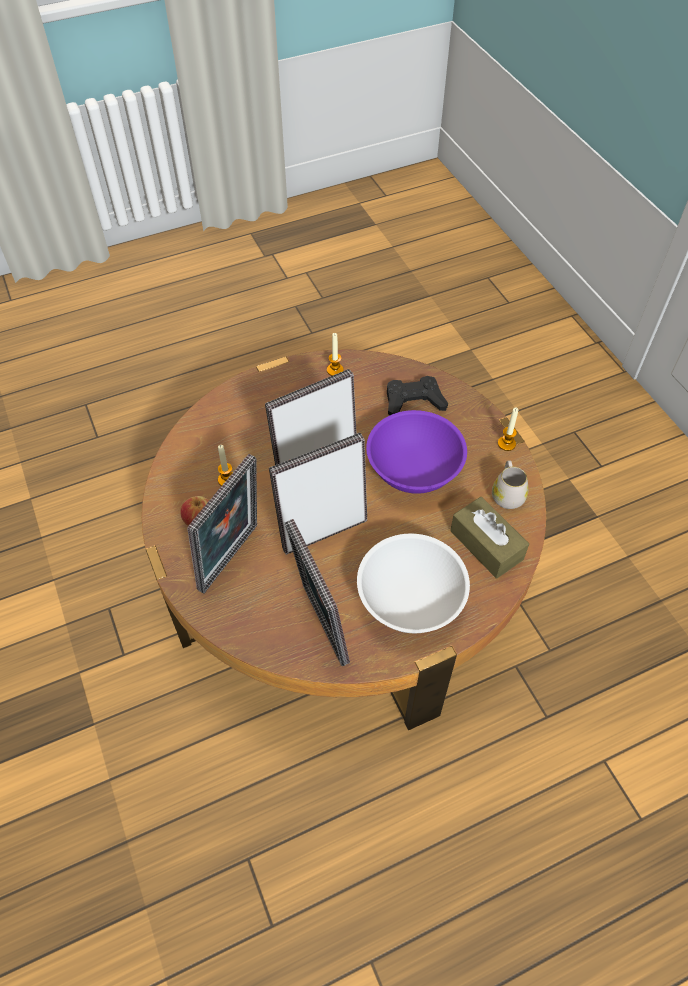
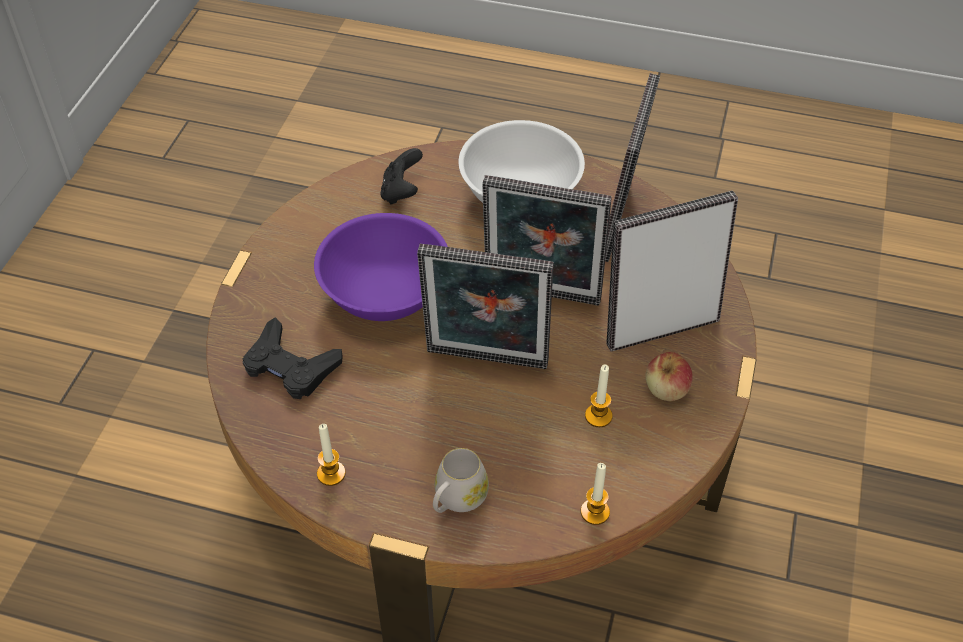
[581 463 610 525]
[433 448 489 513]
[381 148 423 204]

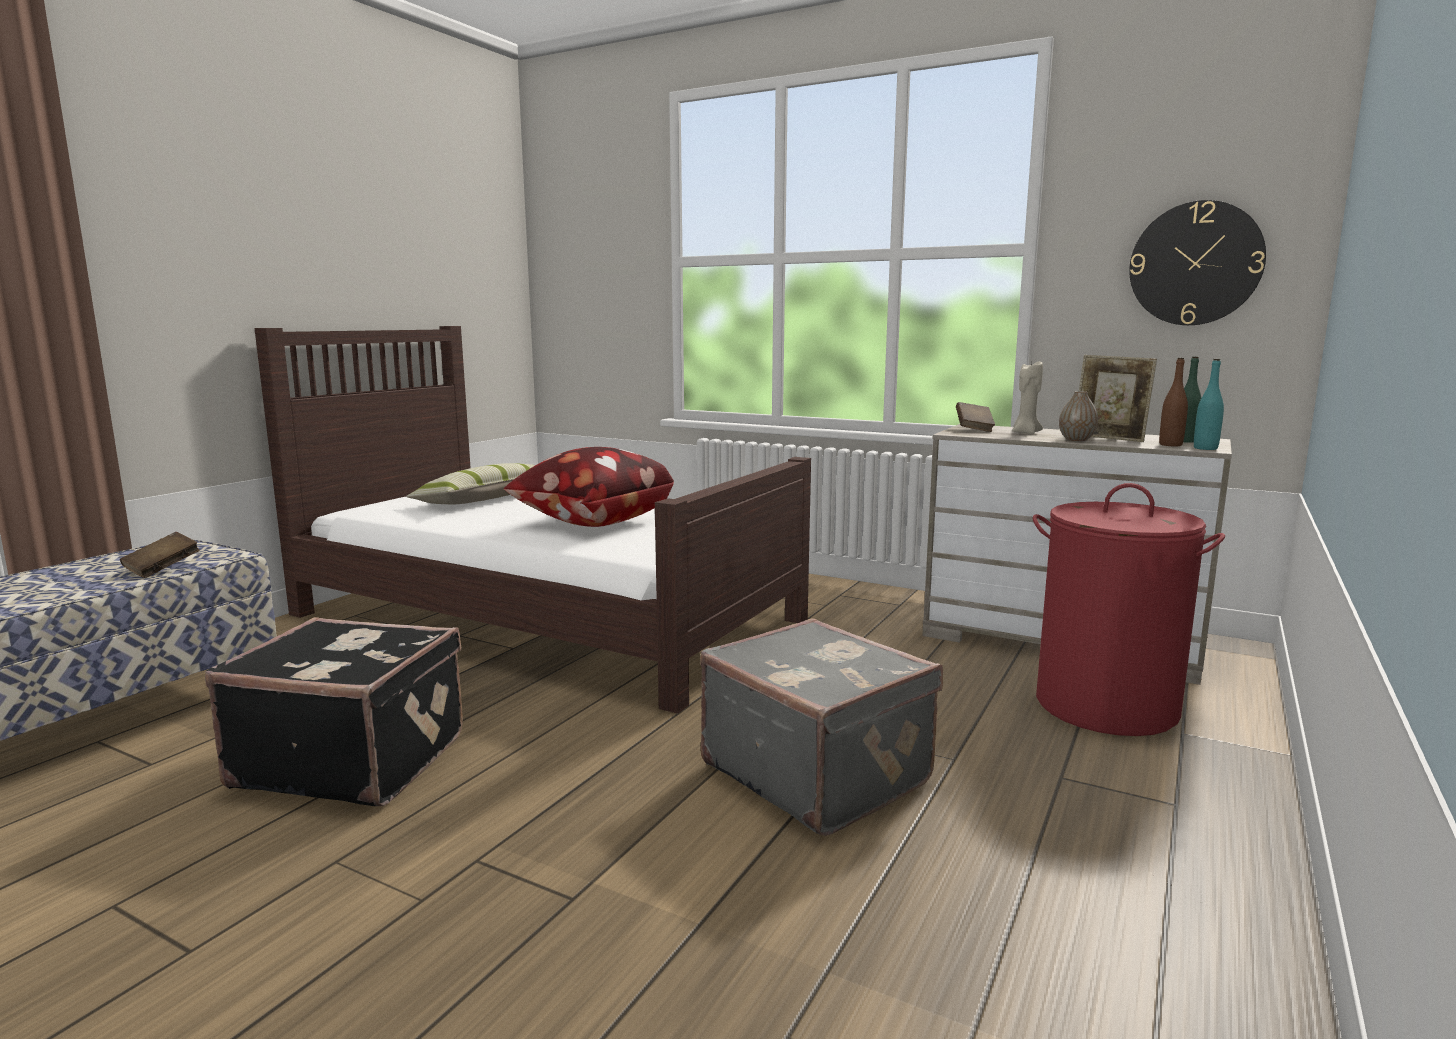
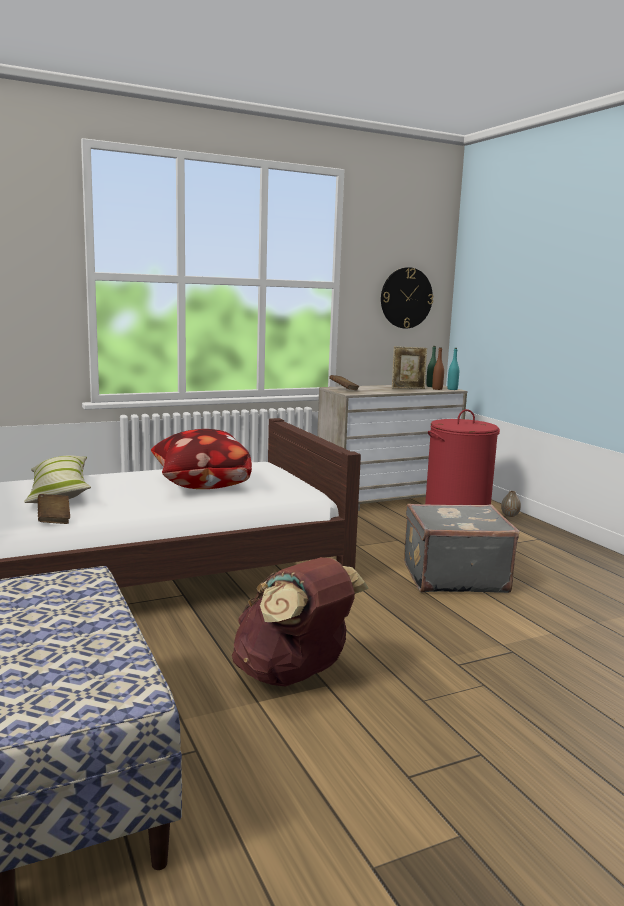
[1012 362 1043 434] (first image)
[501 491 521 517]
[38 494 70 524]
[232 557 369 687]

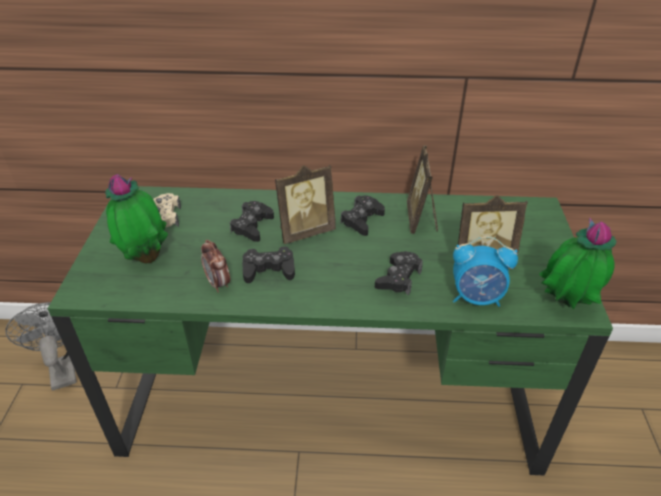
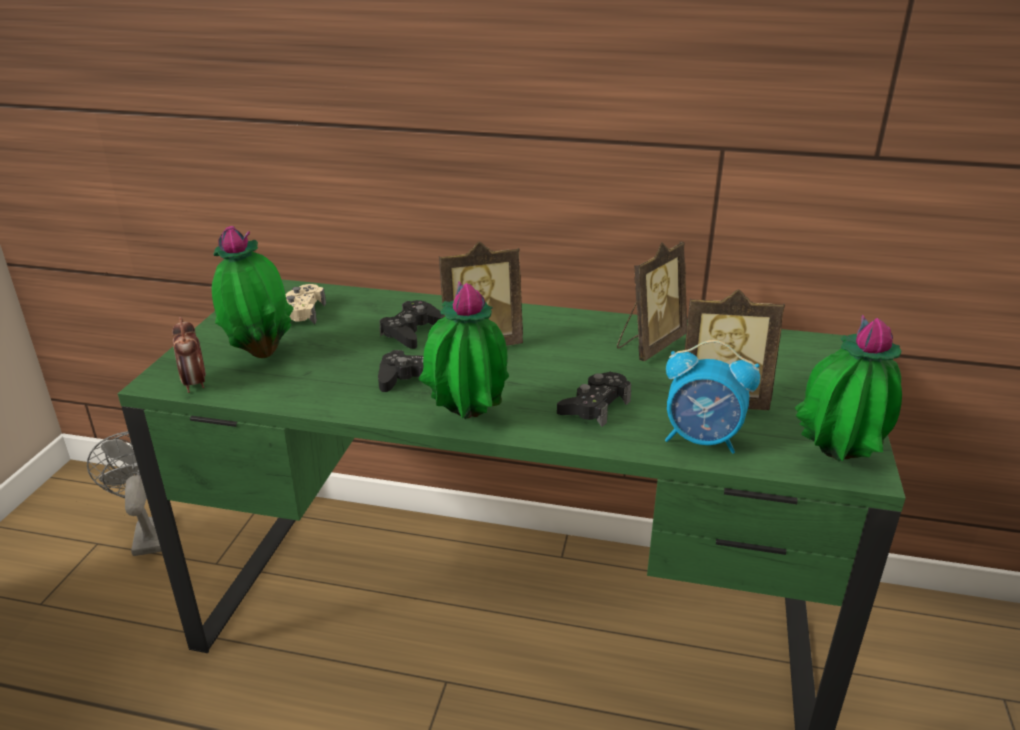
[617 242 687 361]
[340 195 385 236] (first image)
[173 317 206 393]
[419 282 509 420]

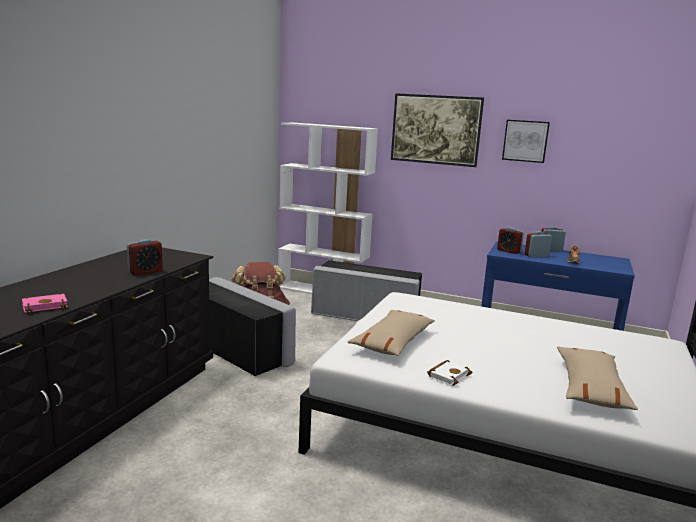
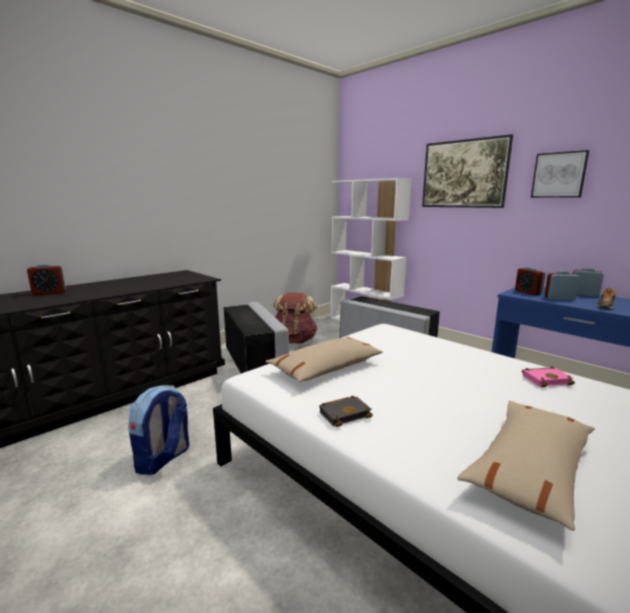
[27 263 66 295]
[522 366 575 387]
[319 396 373 427]
[128 385 189 475]

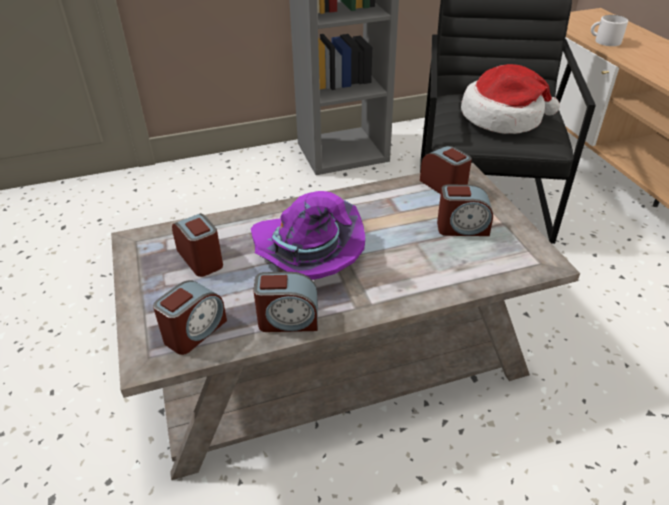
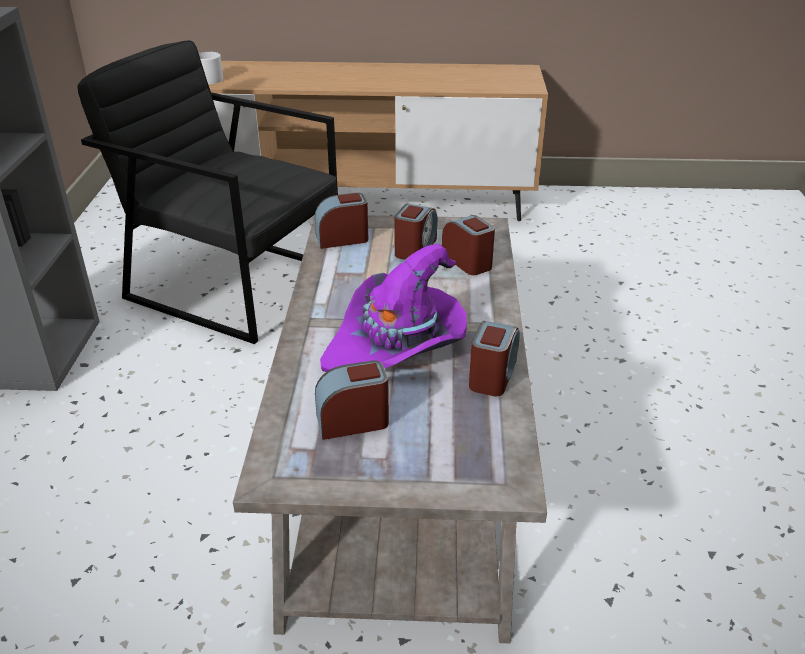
[461 64 560 134] (first image)
[442 215 495 275]

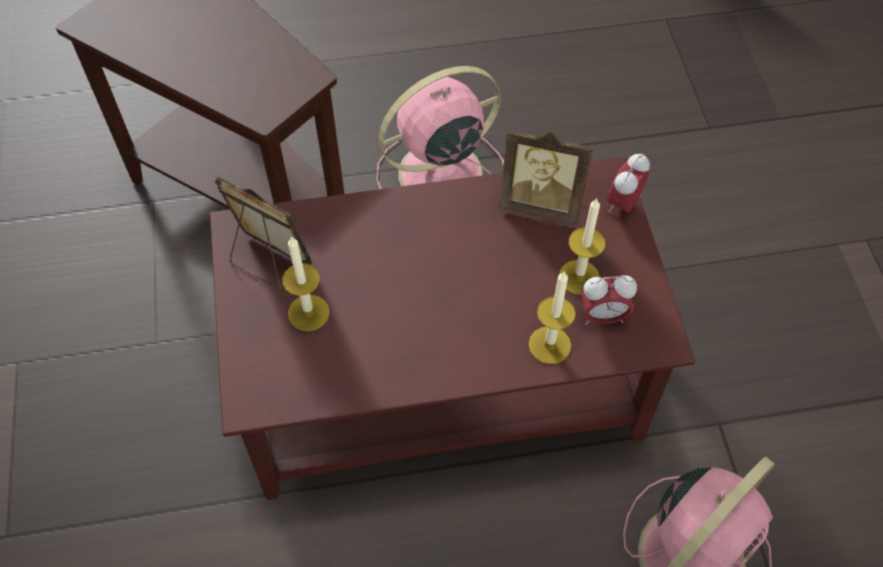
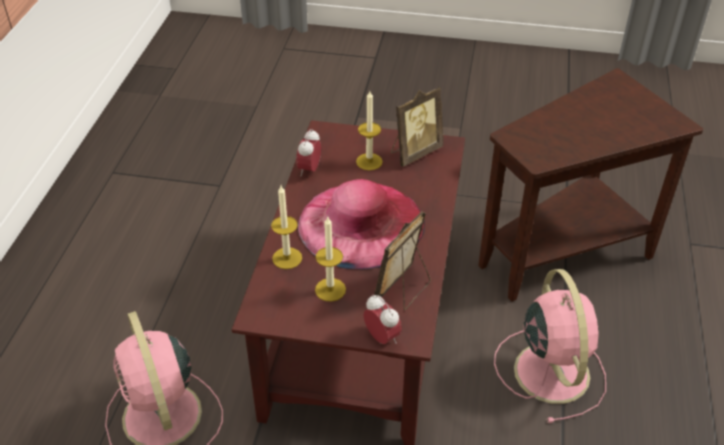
[296 129 321 176]
[298 179 425 269]

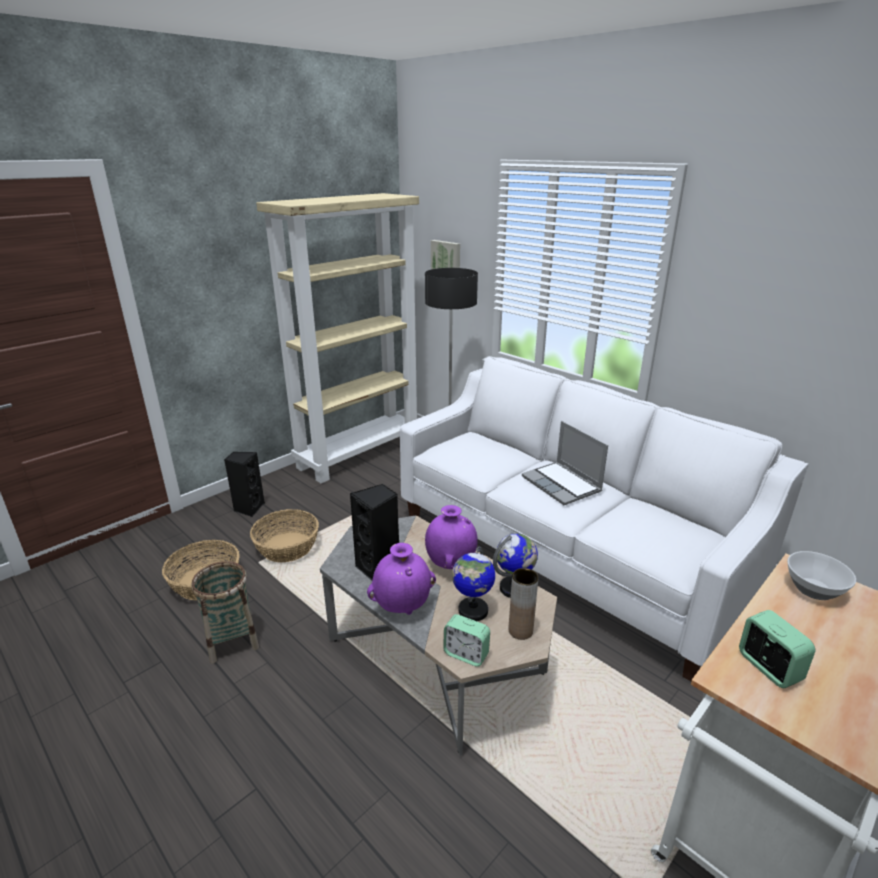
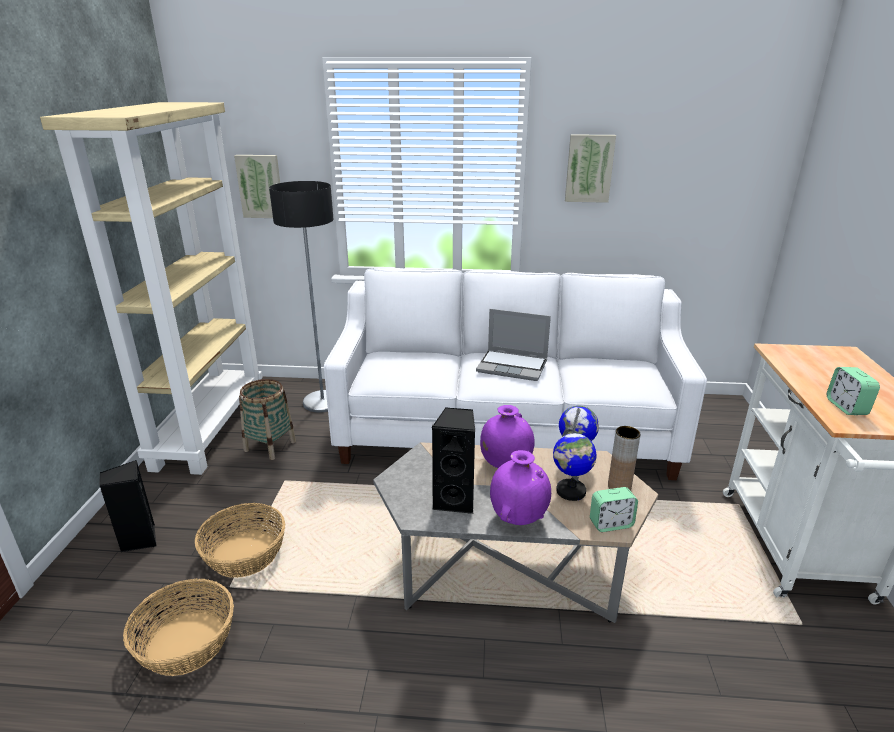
[787 551 856 600] (first image)
[239 379 296 460]
[827 367 880 415]
[565 134 616 203]

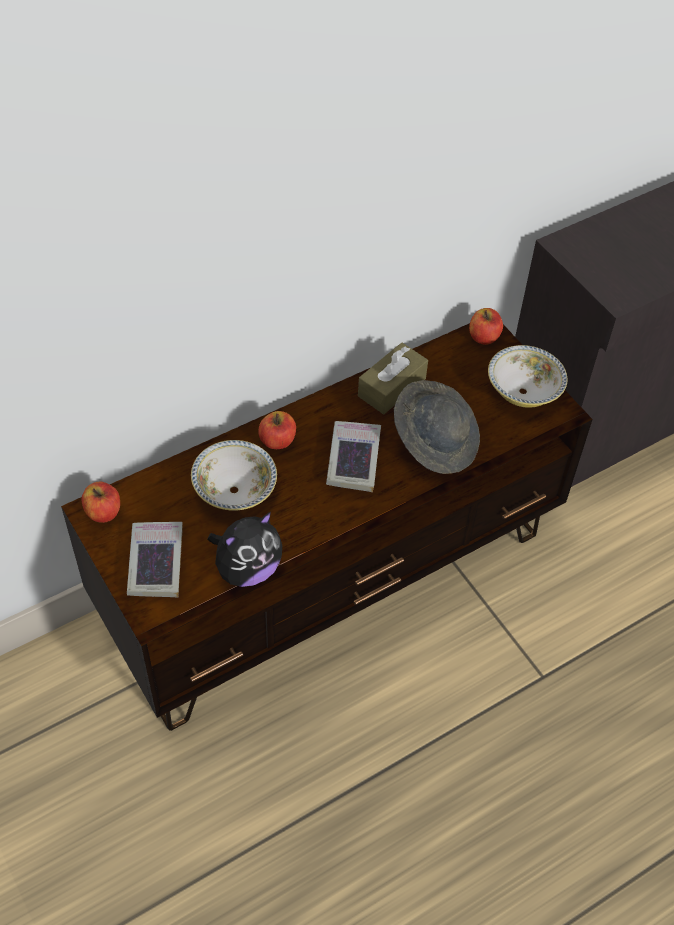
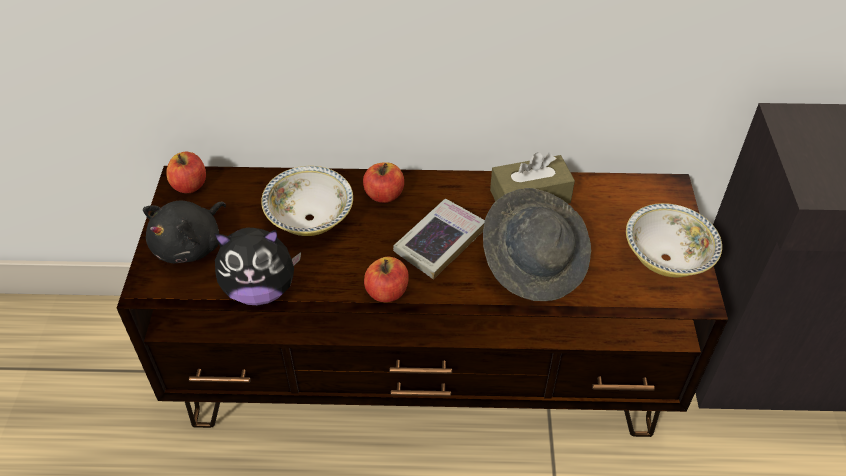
[364 257 409 302]
[143 201 226 263]

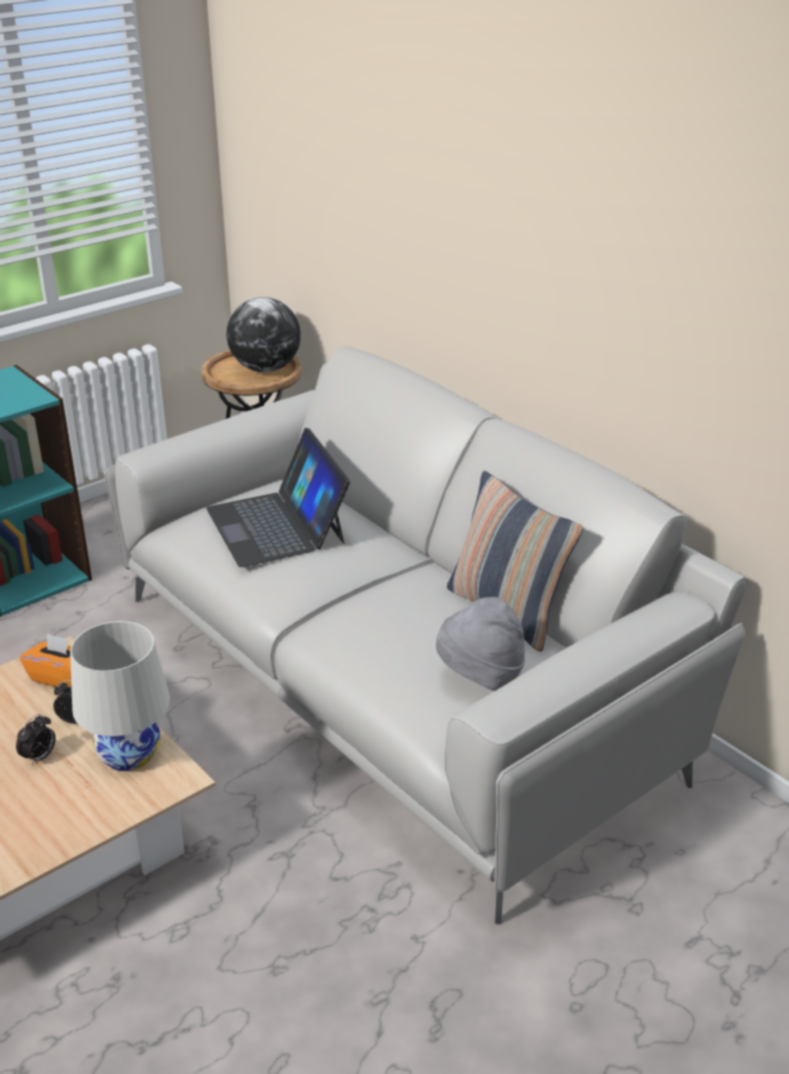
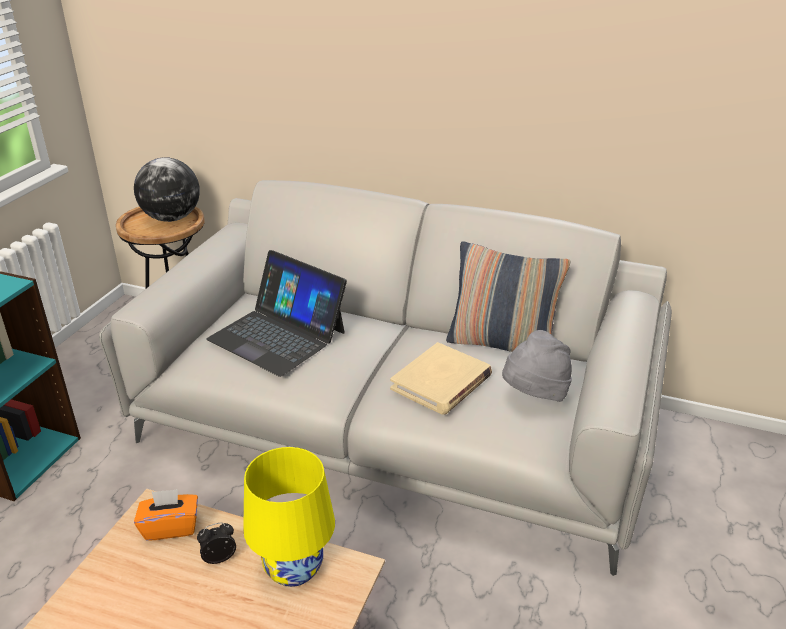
[243 447 335 587]
[16 714 56 765] (first image)
[390 342 492 415]

